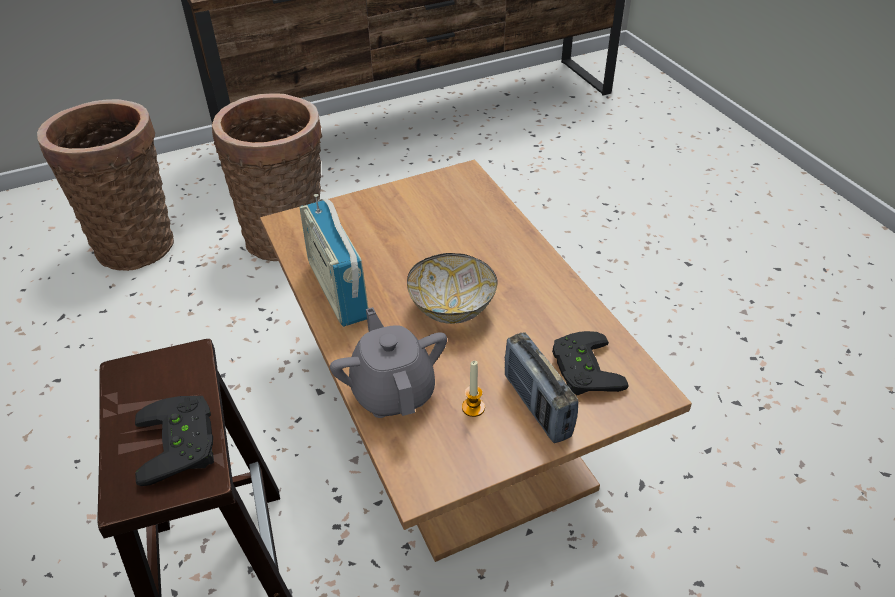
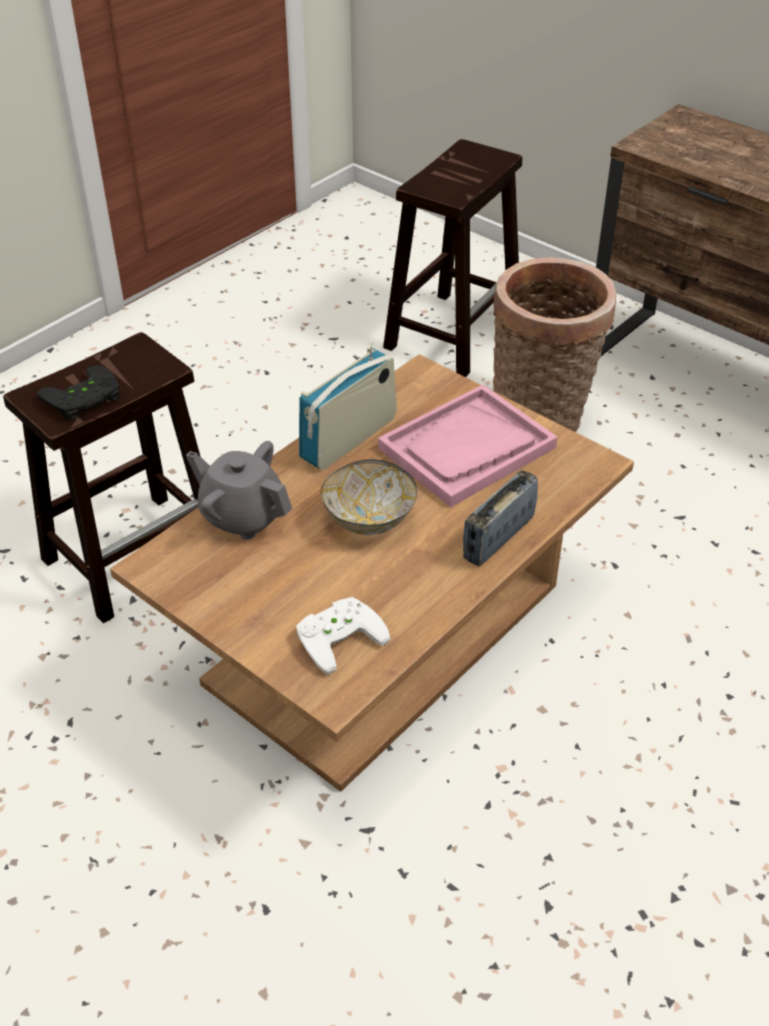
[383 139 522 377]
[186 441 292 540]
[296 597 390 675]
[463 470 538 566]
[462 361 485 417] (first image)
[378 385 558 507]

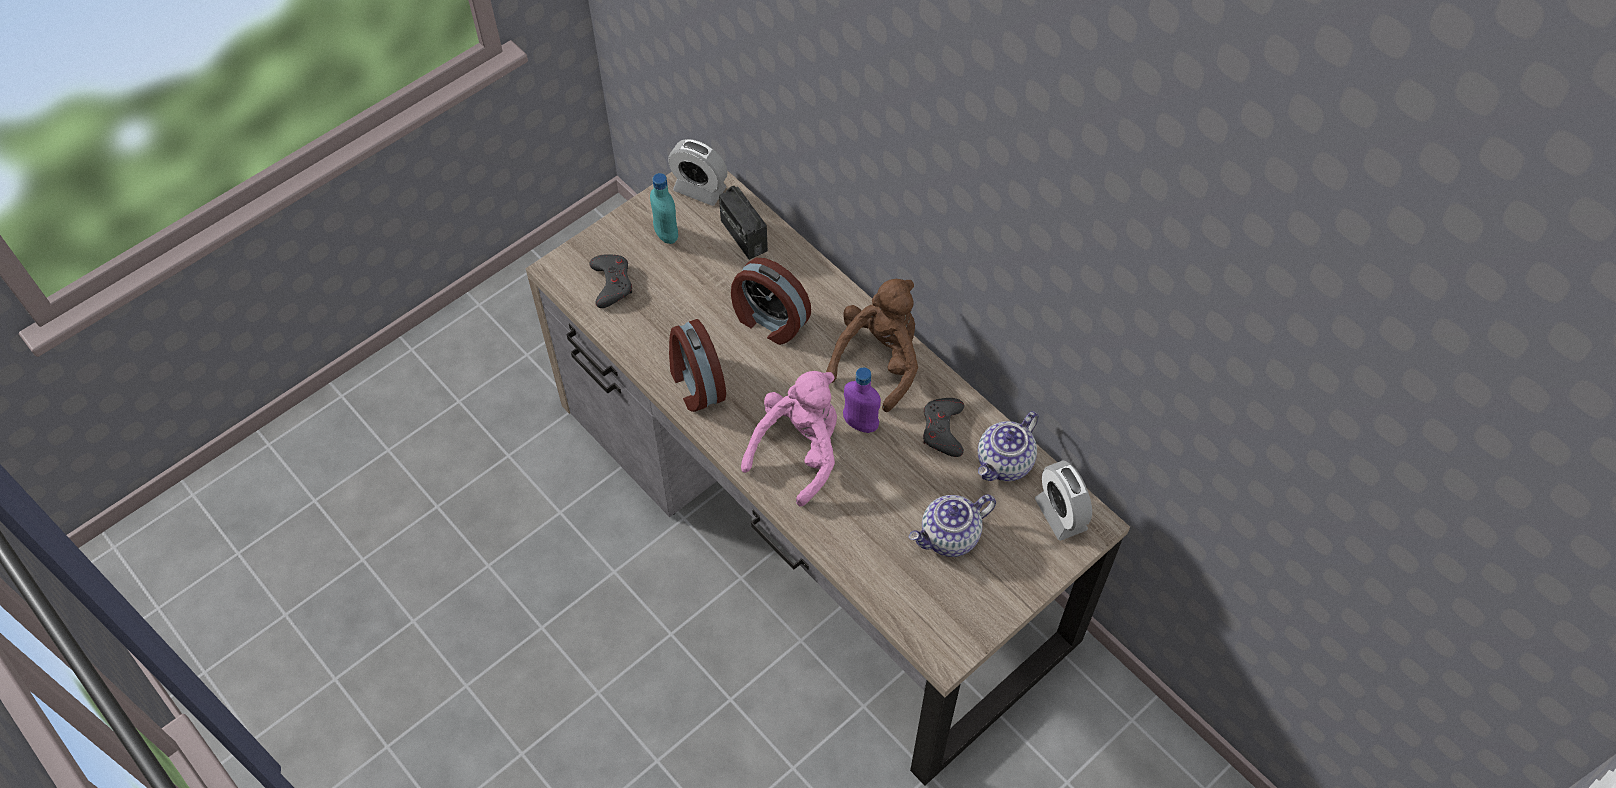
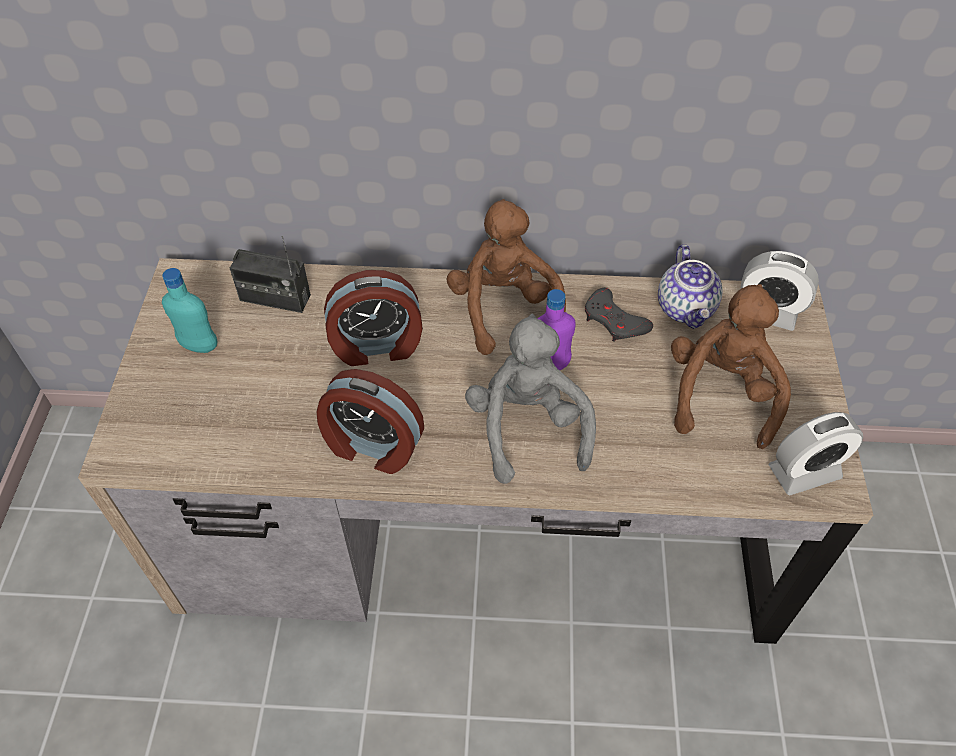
[769 412 863 495]
[589 254 632 308] (first image)
[465 314 596 484]
[671 284 791 449]

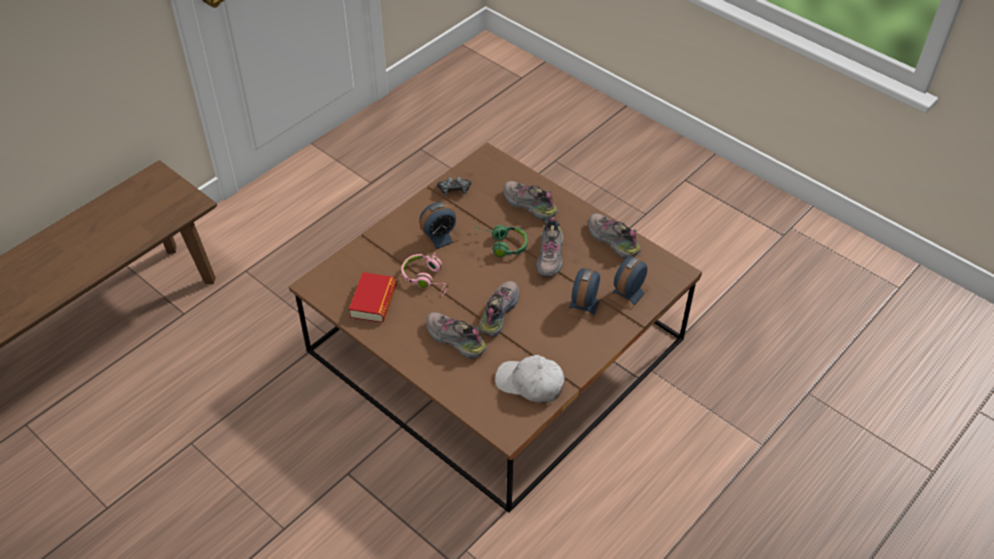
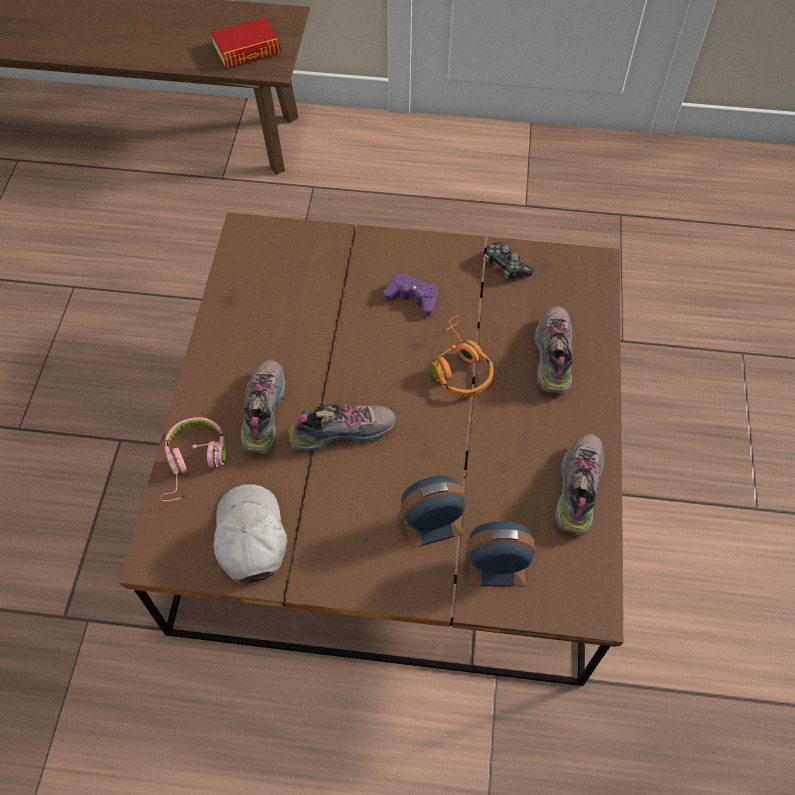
[383 272 437 316]
[537 217 564 276] (first image)
[431 315 494 397]
[160 417 226 501]
[211 18 281 68]

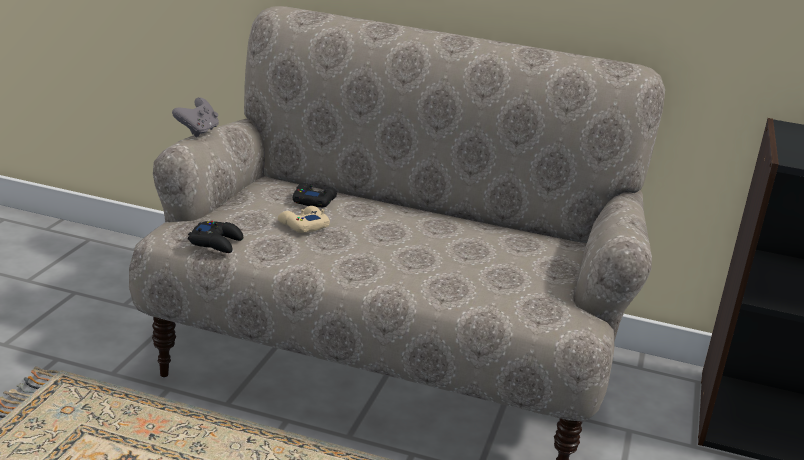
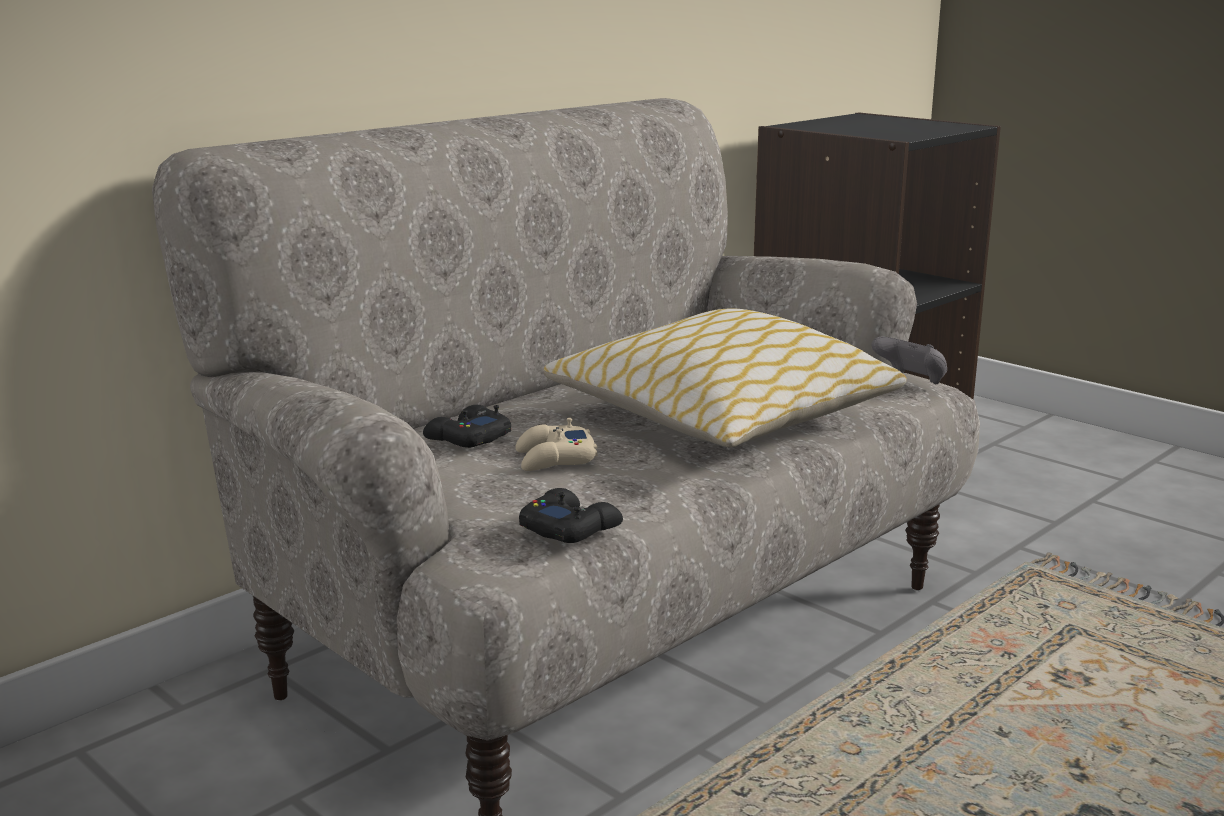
[872 337 947 385]
[543 308 907 447]

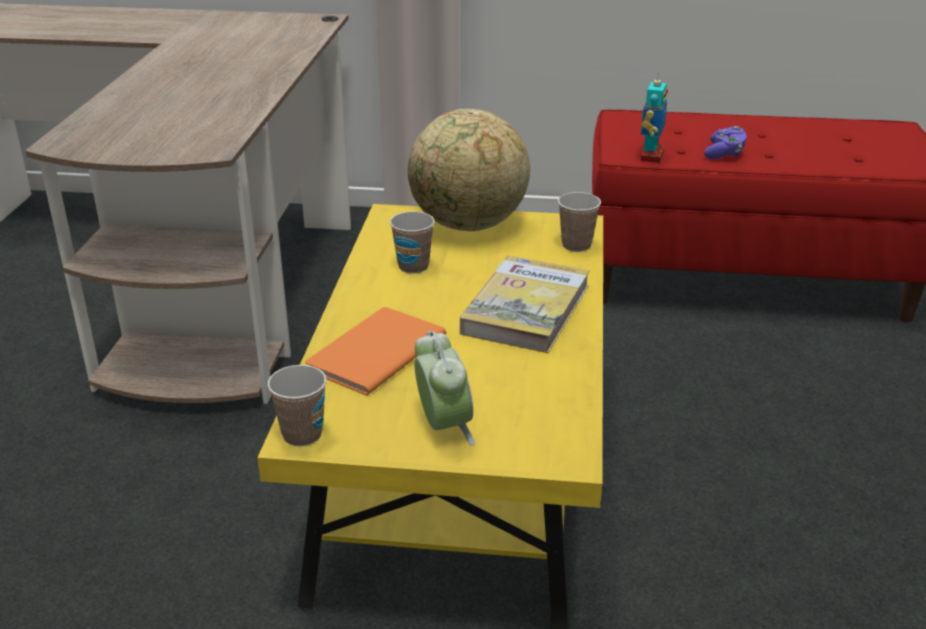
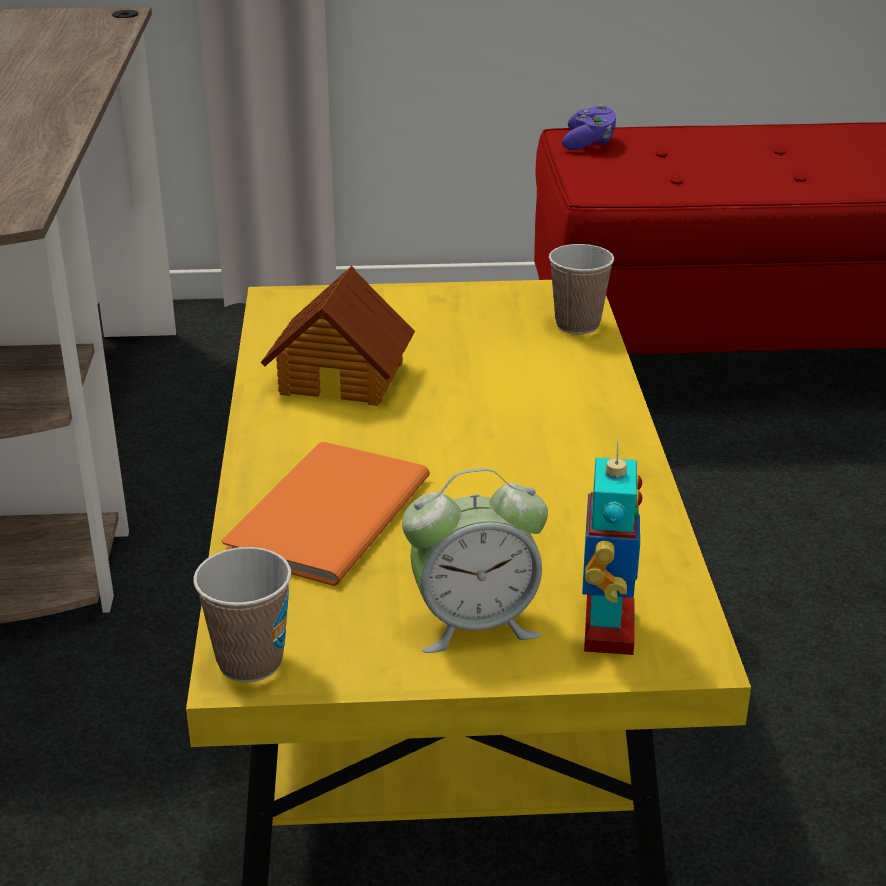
[582 440 642 655]
[408 109 530 231] (first image)
[562 104 616 150]
[260 266 415 406]
[460 255 590 353] (first image)
[402 468 548 653]

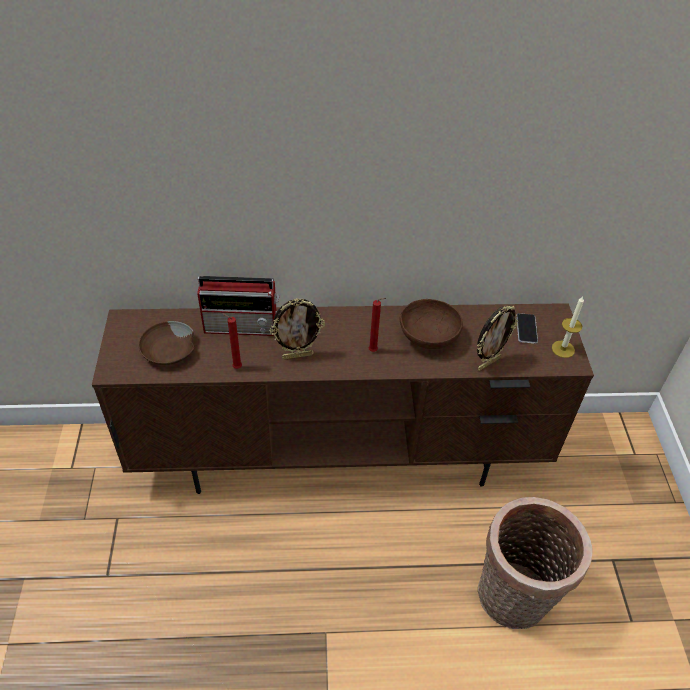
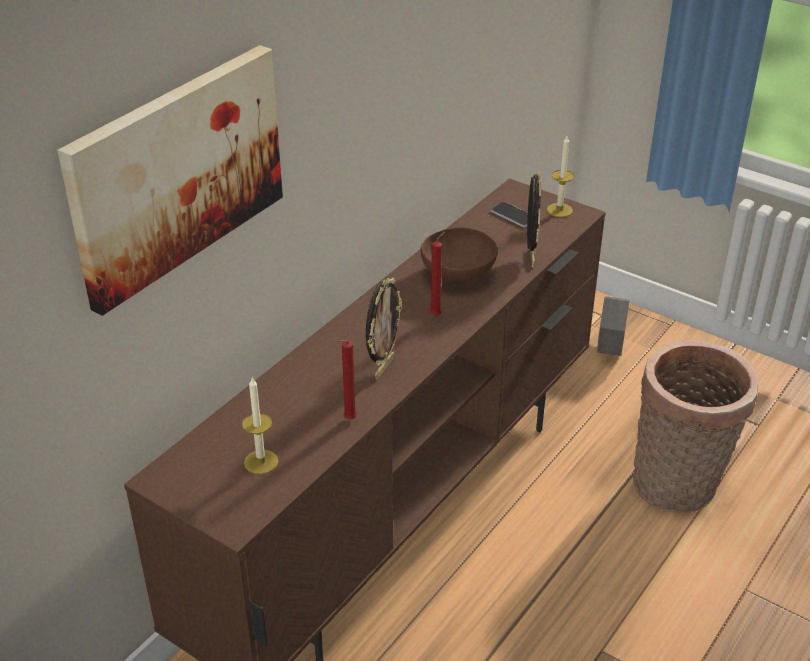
[197 276 279 336] (first image)
[242 378 278 474]
[57 45 283 316]
[597 296 630 356]

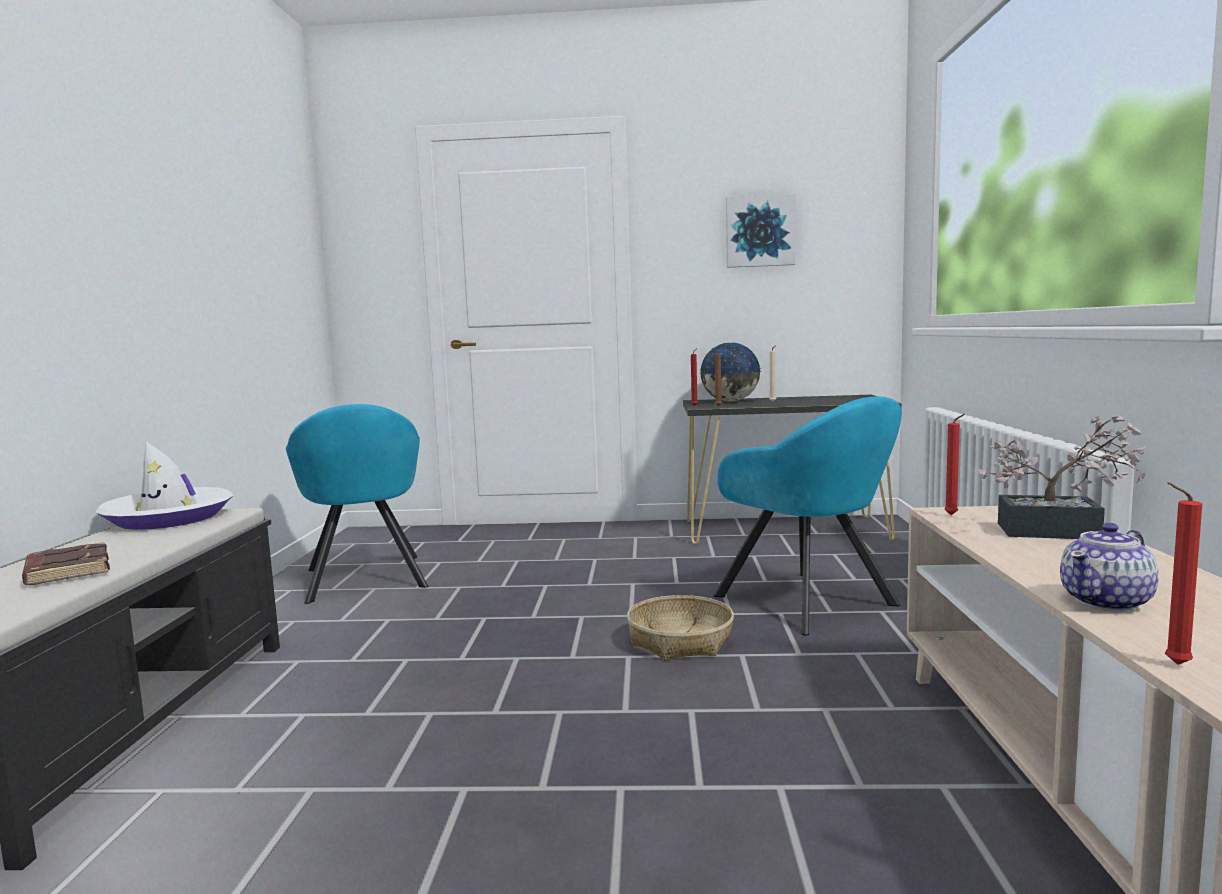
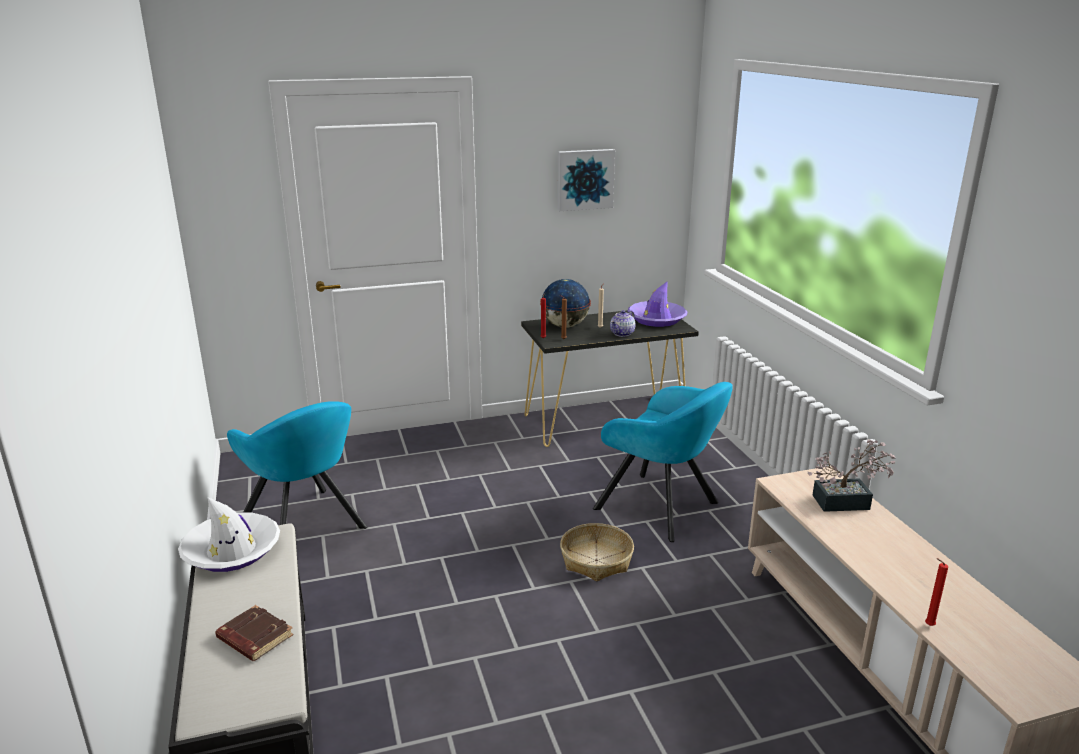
[944 414 965 515] (first image)
[610 310 635 337]
[628 282 687 327]

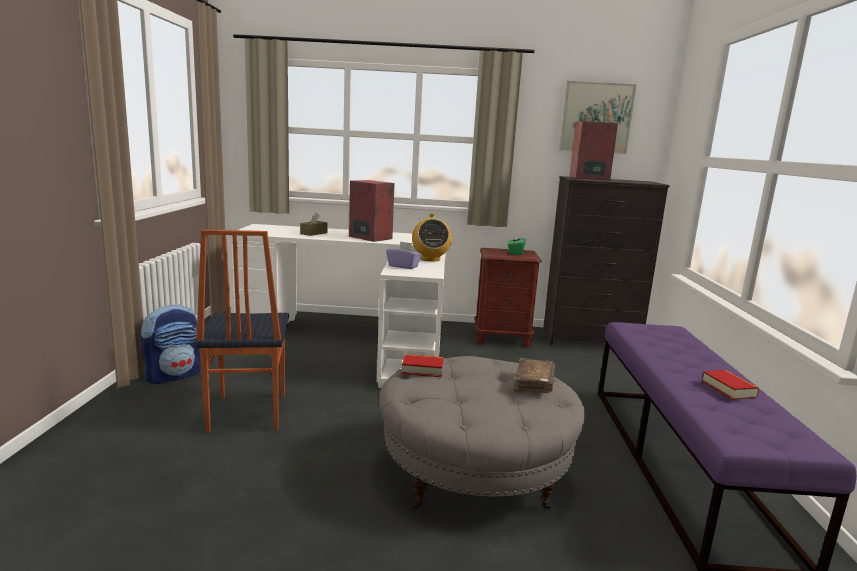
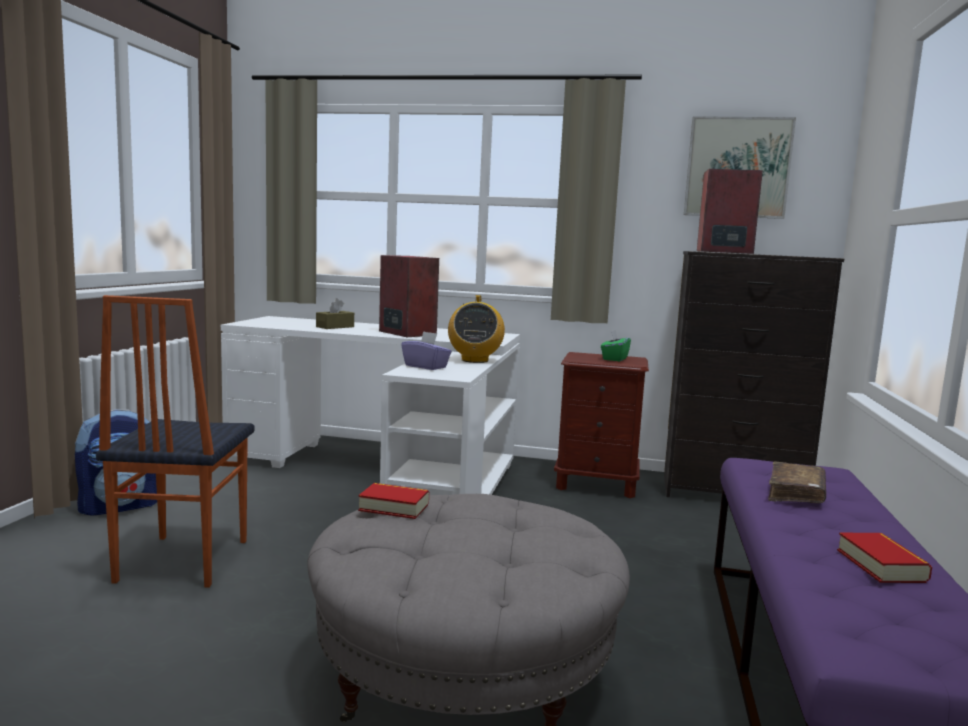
[768 461 826 503]

